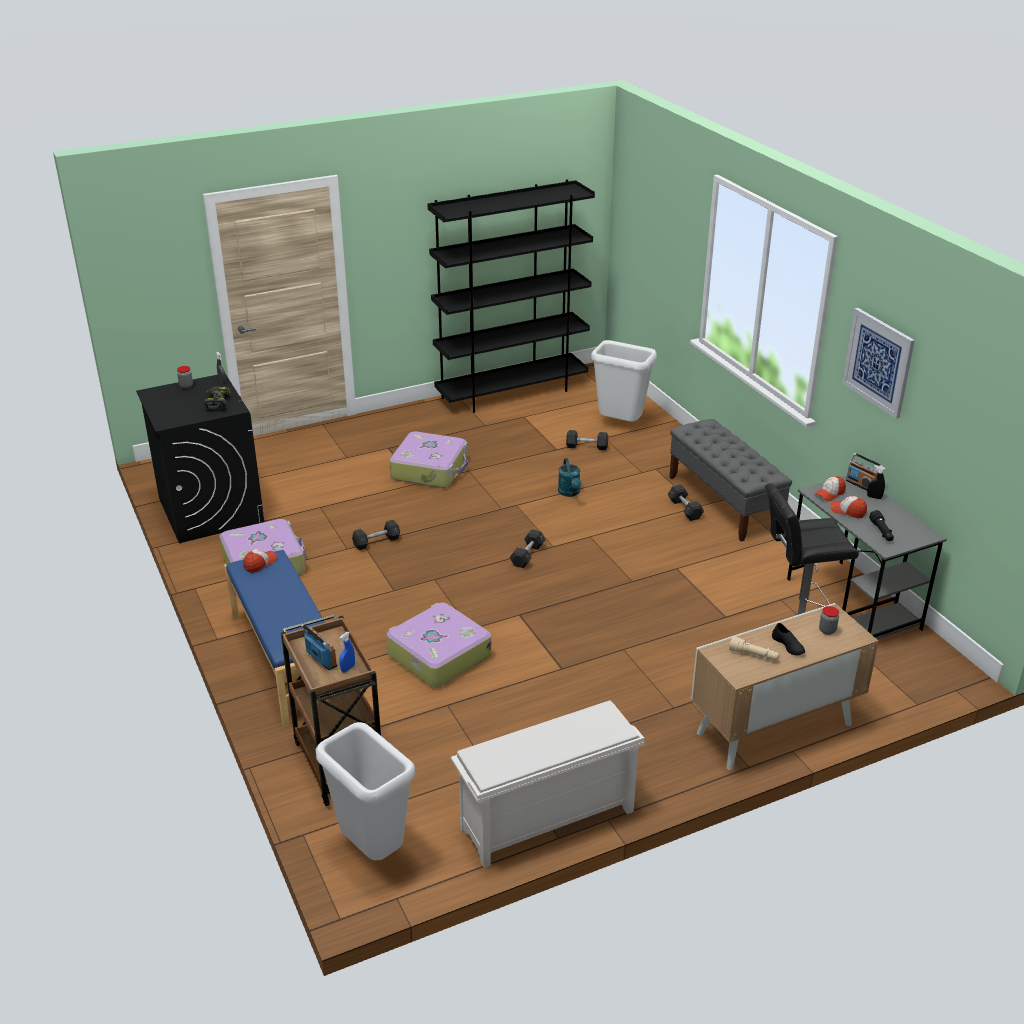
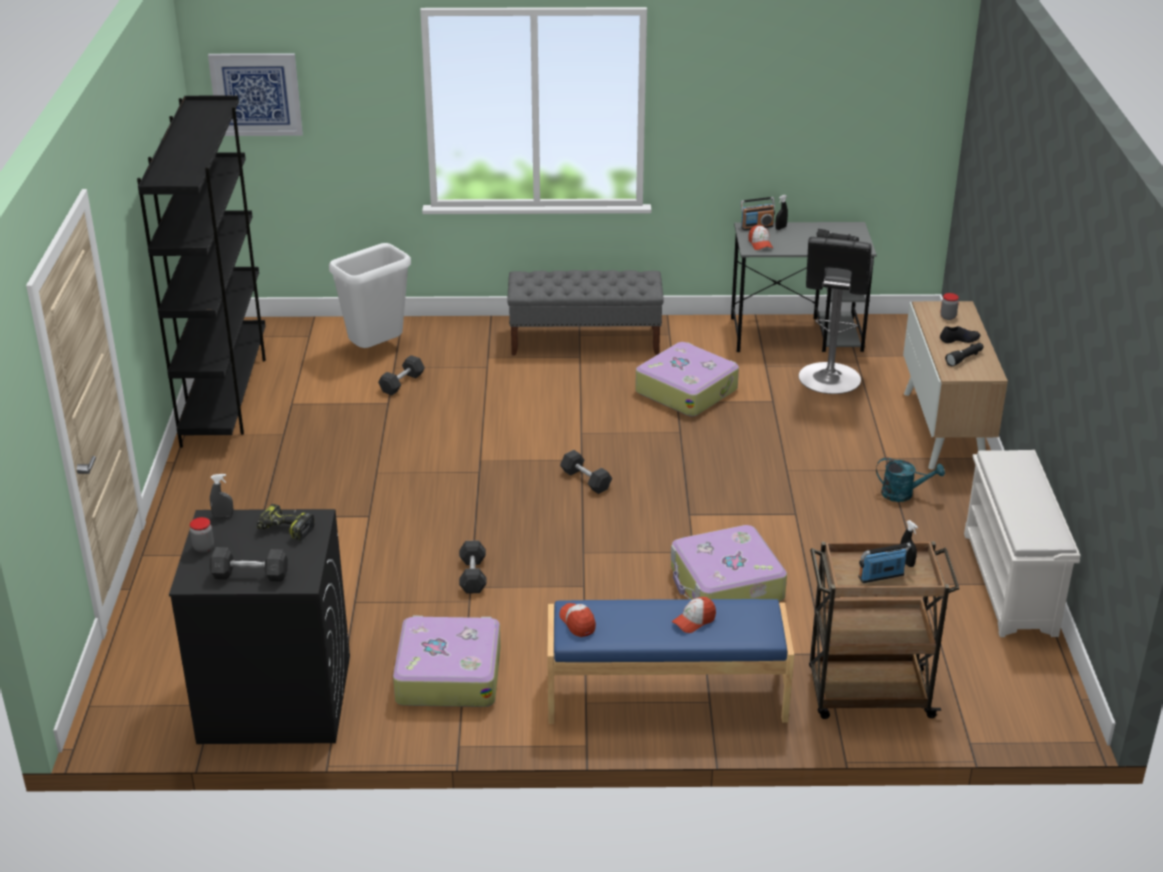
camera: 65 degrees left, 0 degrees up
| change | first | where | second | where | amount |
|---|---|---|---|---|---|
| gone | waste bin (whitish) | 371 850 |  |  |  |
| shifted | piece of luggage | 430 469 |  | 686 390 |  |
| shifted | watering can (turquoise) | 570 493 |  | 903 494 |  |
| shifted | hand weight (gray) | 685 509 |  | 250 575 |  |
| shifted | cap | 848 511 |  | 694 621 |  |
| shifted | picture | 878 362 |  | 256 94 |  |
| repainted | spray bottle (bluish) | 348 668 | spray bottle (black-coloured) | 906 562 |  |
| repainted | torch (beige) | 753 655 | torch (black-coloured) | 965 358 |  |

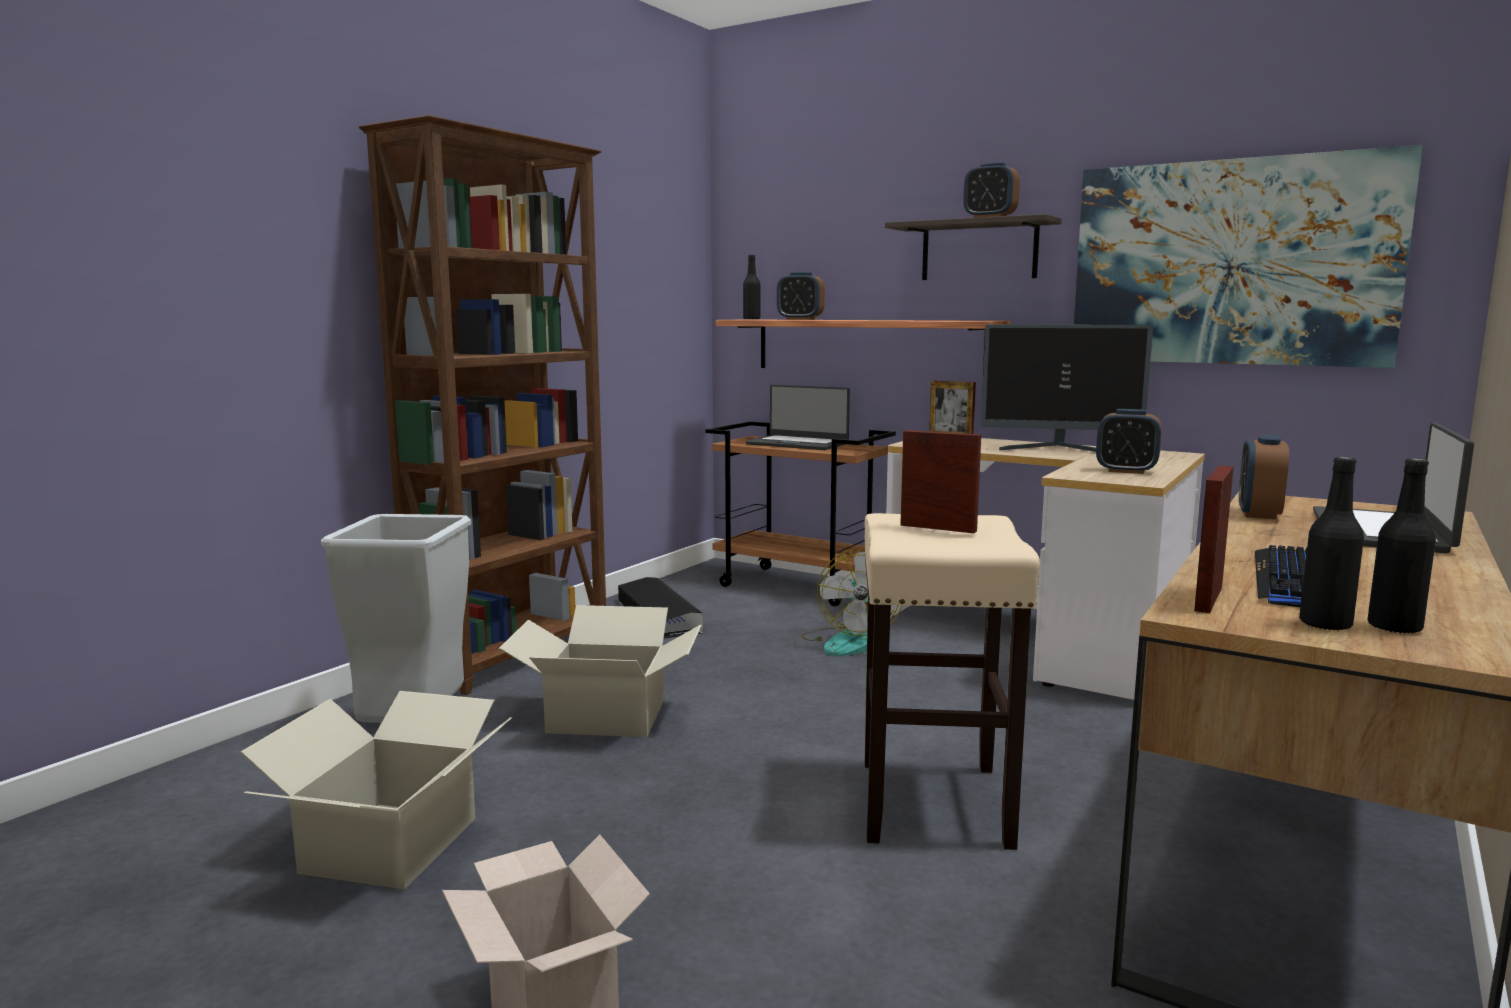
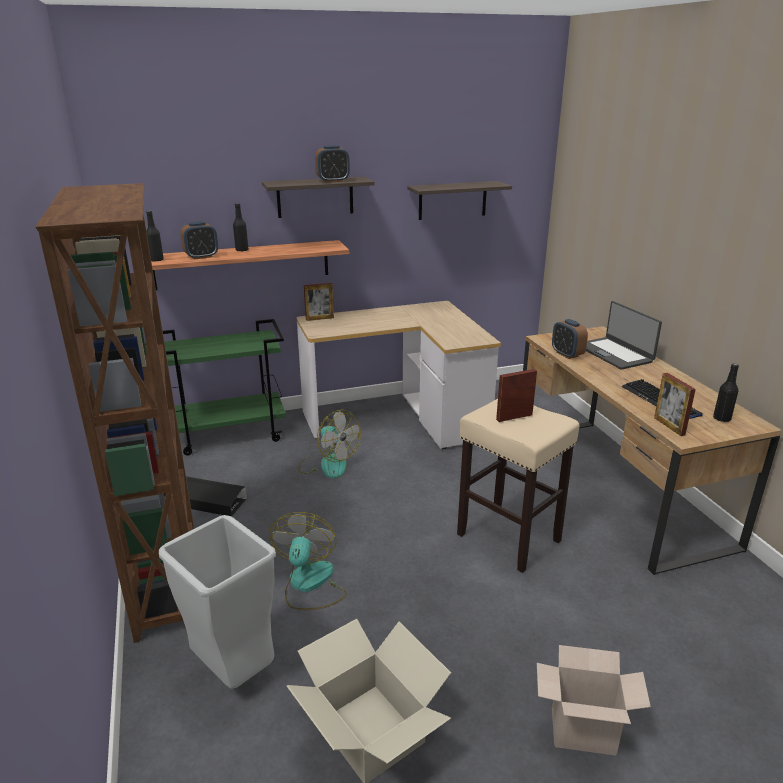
camera: 50 degrees left, 15 degrees up
| change | first | where | second | where | amount |
|---|---|---|---|---|---|
| gone | portable computer | 798 443 |  |  |  |
| gone | computer display | 1059 449 |  |  |  |
| gone | bedside clock | 1126 471 |  |  |  |
| shifted | beverage bottle (black-coloured) | 1325 625 |  | 242 250 |  |
| swapped | carton | 606 716 | fan | 309 585 |  |
| swapped | picture | 1230 263 | bracket shelf | 452 200 |  |
| repainted | trolley (brown) | 800 586 | trolley (green) | 231 434 |  |

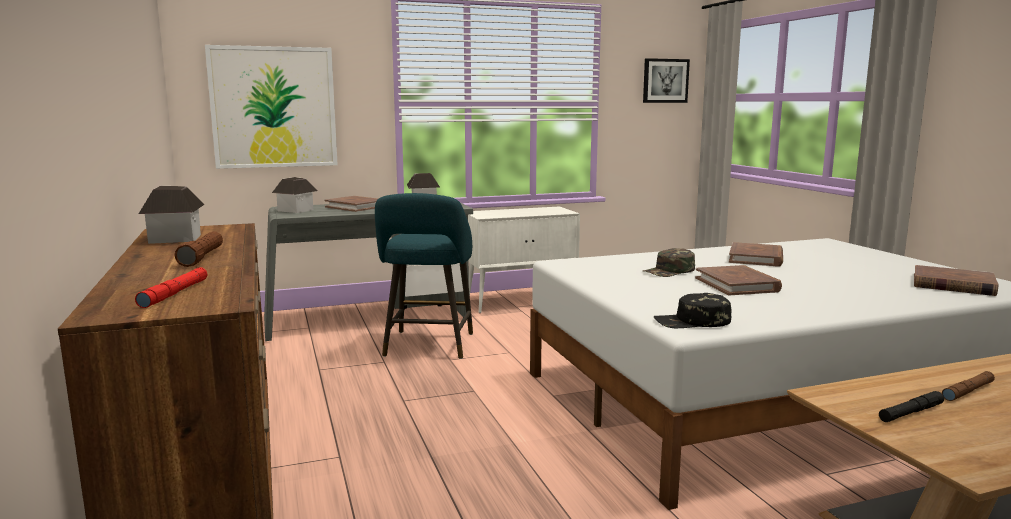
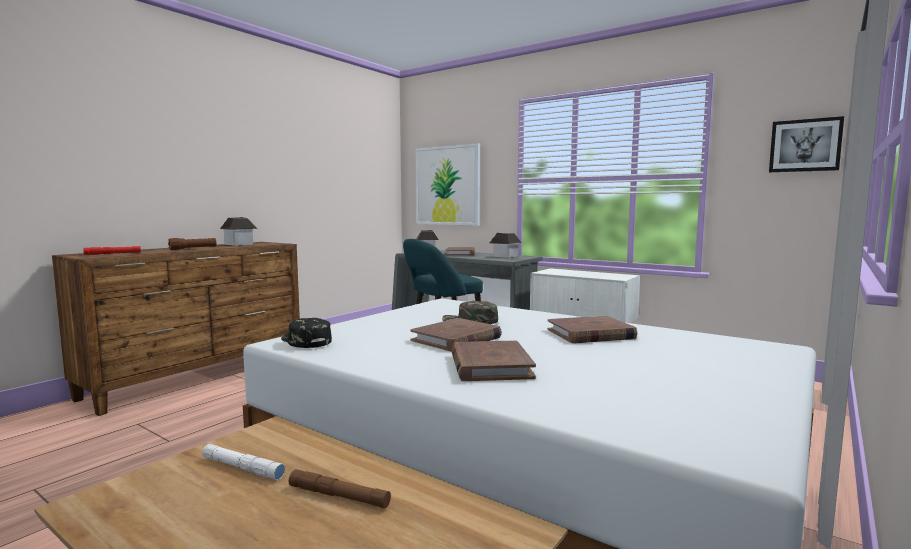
camera: 55 degrees right, 5 degrees down
| change | first | where | second | where | amount |
|---|---|---|---|---|---|
| shifted | bound book (brown) | 953 285 |  | 490 366 |  |
| repainted | torch (black-coloured) | 911 412 | torch (whitish) | 242 468 |  |

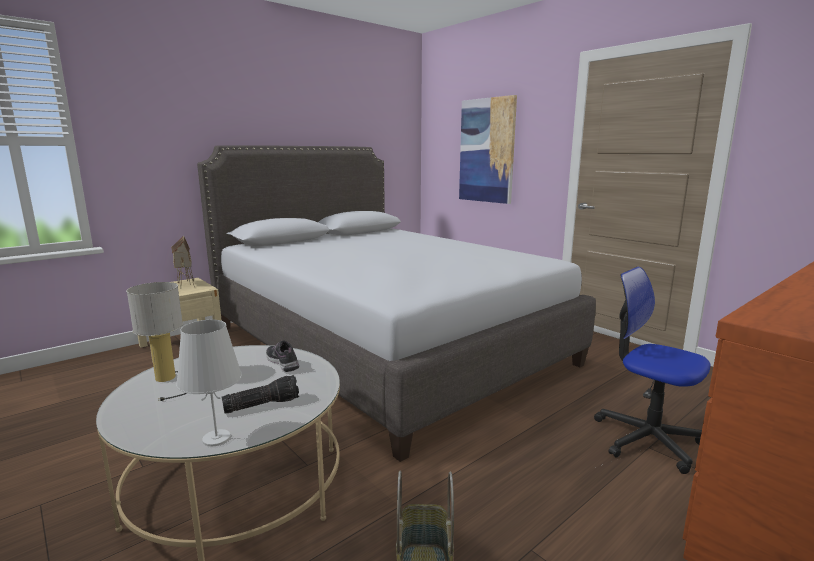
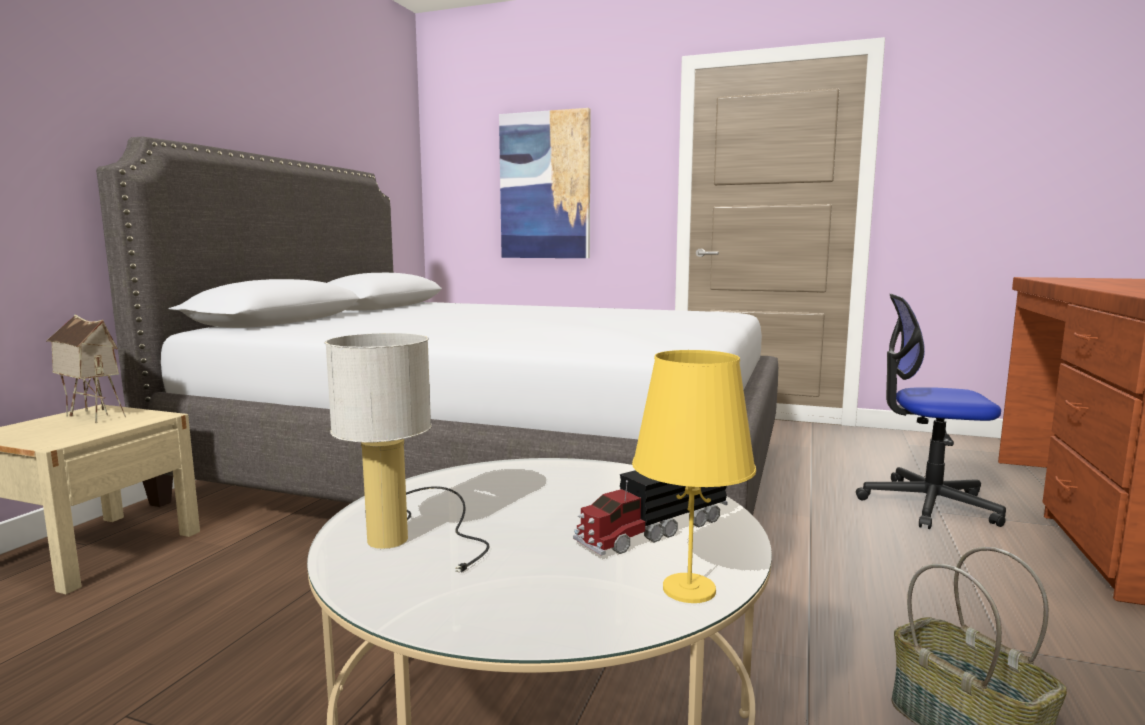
camera: 30 degrees left, 5 degrees down
| change | first | where | second | where | amount |
|---|---|---|---|---|---|
| gone | low shoe | 282 362 |  |  |  |
| swapped | torch | 262 404 | toy truck | 651 530 |  |
| repainted | table lamp (whitish) | 217 438 | table lamp (yellowish) | 689 589 |  |

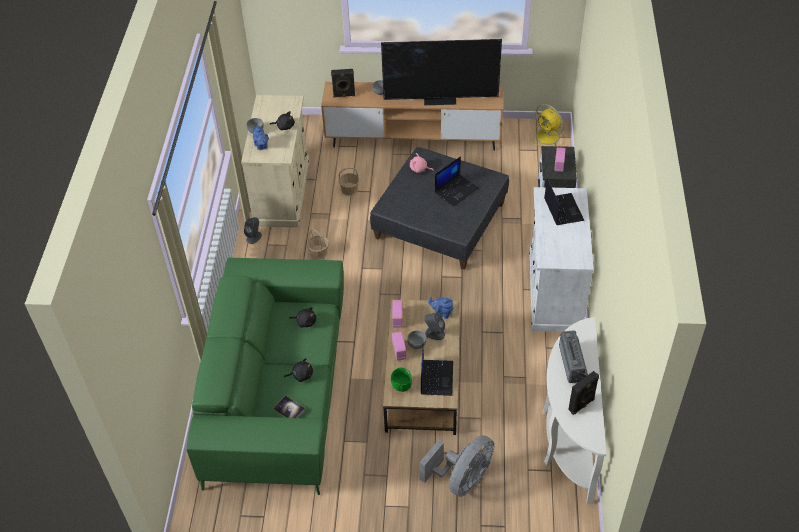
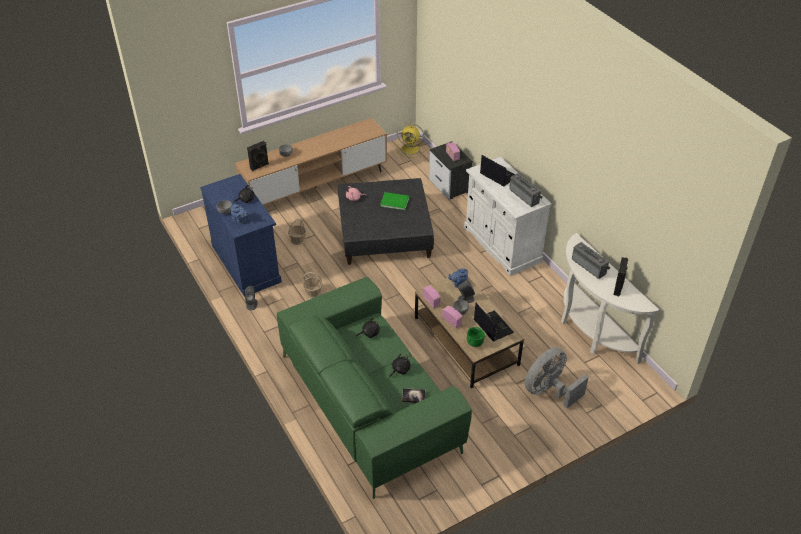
camera: 35 degrees left, 5 degrees down
| change | first | where | second | where | amount |
|---|---|---|---|---|---|
| gone | TV set | 440 99 |  |  |  |
| new |  |  | radio | 525 196 |  |
| swapped | portable computer | 456 190 | bound book (green) | 394 201 |  |
| repainted | cabinet (beige) | 282 193 | cabinet (bluish) | 246 263 |  |
| rotated | fan (gray) | 462 479 |  | 549 390 | 135 degrees counterclockwise |

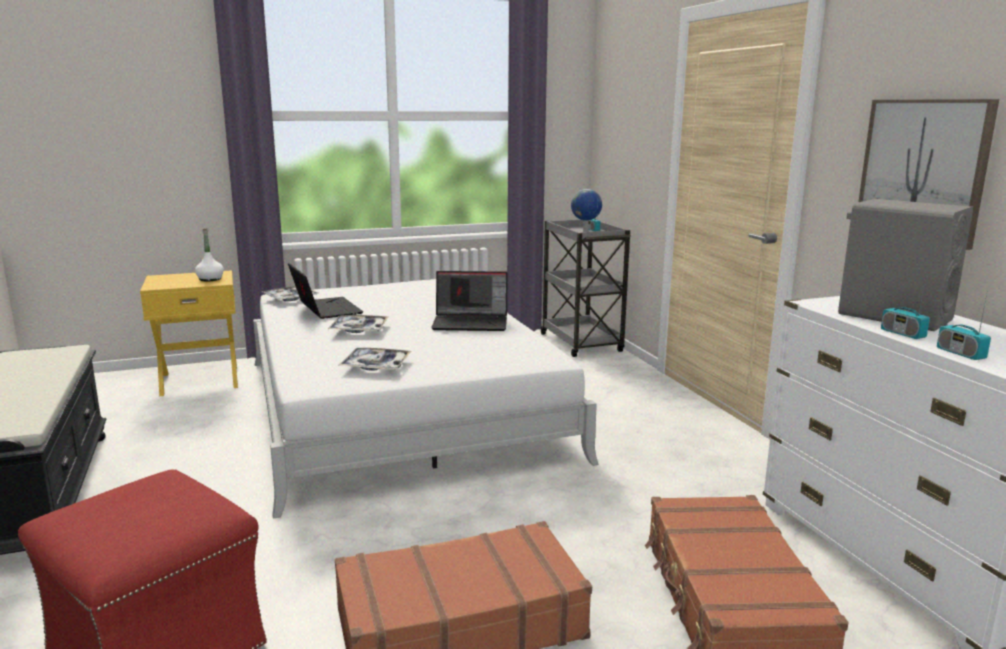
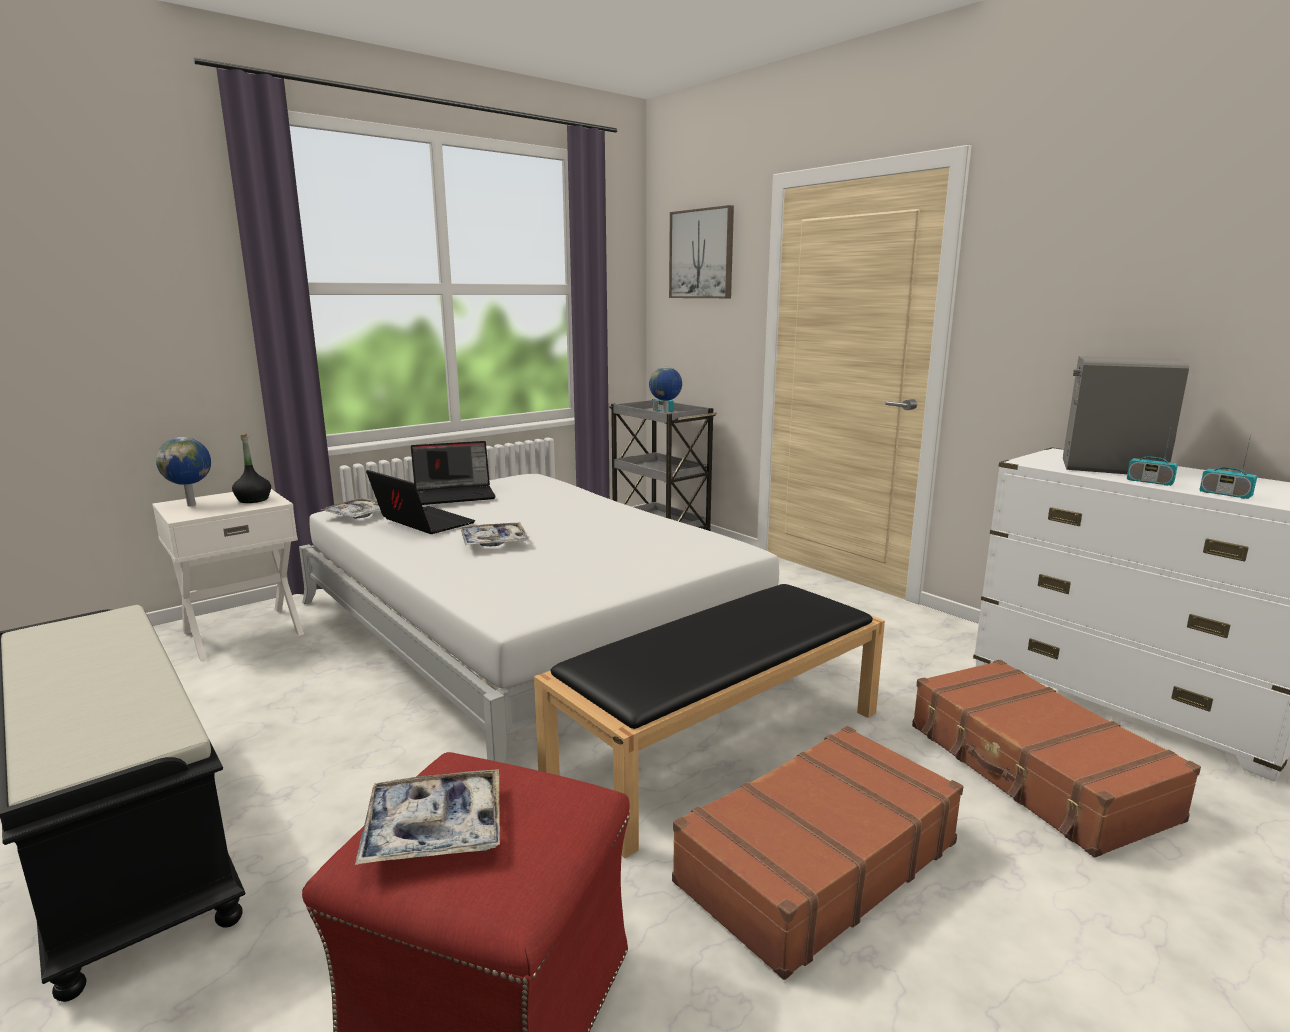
camera: 20 degrees left, 0 degrees up
| change | first | where | second | where | amount |
|---|---|---|---|---|---|
| new |  |  | world globe | 192 505 |  |
| new |  |  | indoor bench (black-coloured) | 720 744 |  |
| shifted | serving tray | 376 366 |  | 434 829 |  |
| shifted | portable computer | 471 322 |  | 455 495 |  |
| shifted | picture | 923 170 |  | 702 254 |  |
| repainted | bedside table (yellowish) | 200 380 | bedside table (whitish) | 242 632 |  |
| repainted | beverage bottle (whitish) | 210 279 | beverage bottle (black-coloured) | 253 500 |  |

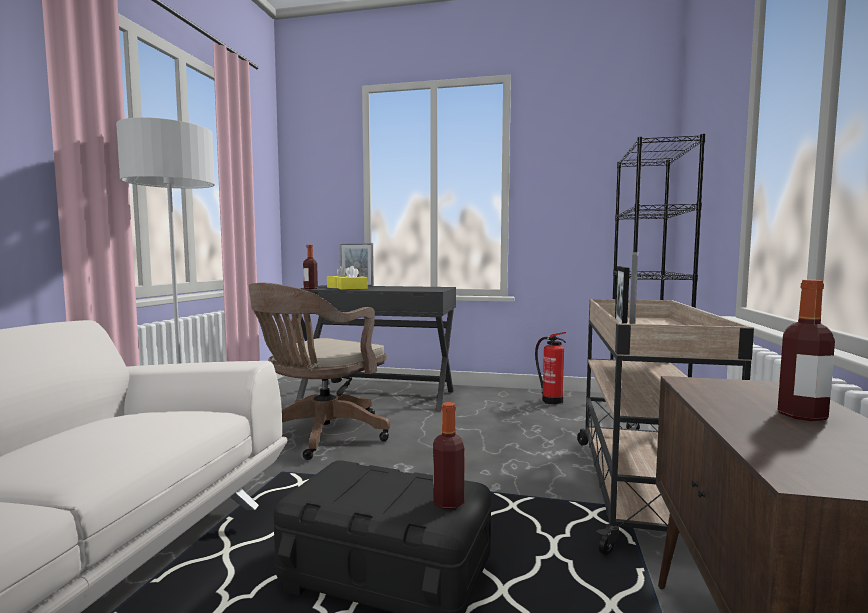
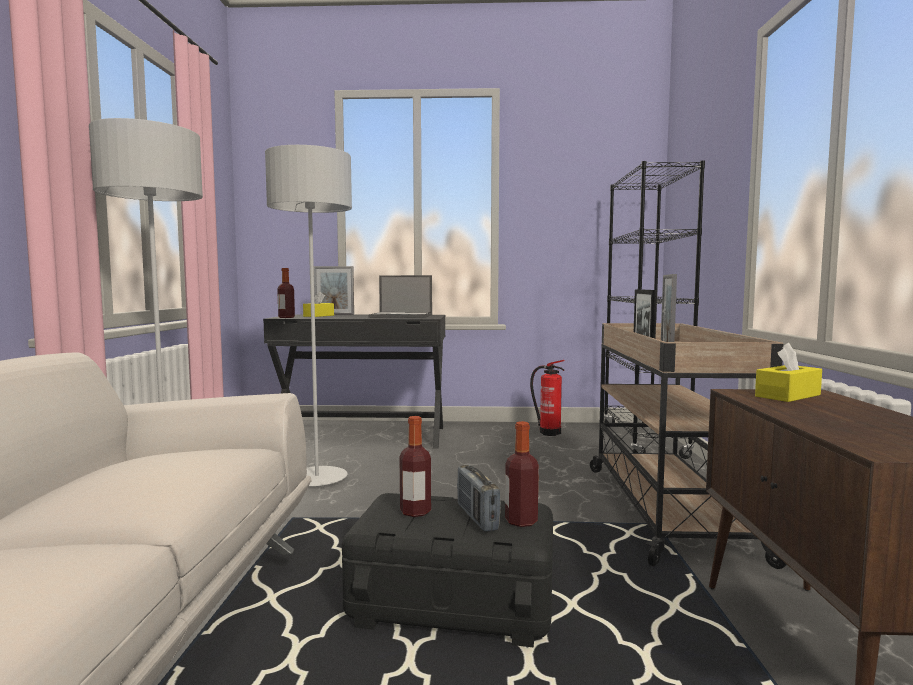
camera: 10 degrees left, 0 degrees up
| change | first | where | second | where | amount |
|---|---|---|---|---|---|
| new |  |  | portable computer | 402 316 |  |
| new |  |  | radio | 477 517 |  |
| shifted | tissue holder (yellowish) | 352 288 |  | 787 395 |  |
| shifted | beverage bottle | 801 415 |  | 415 512 |  |
| swapped | desk chair (brown) | 320 435 | standing lamp (gray) | 317 479 |  |

